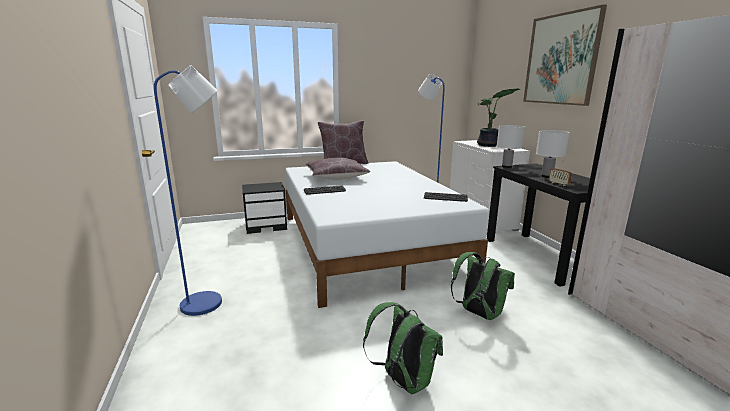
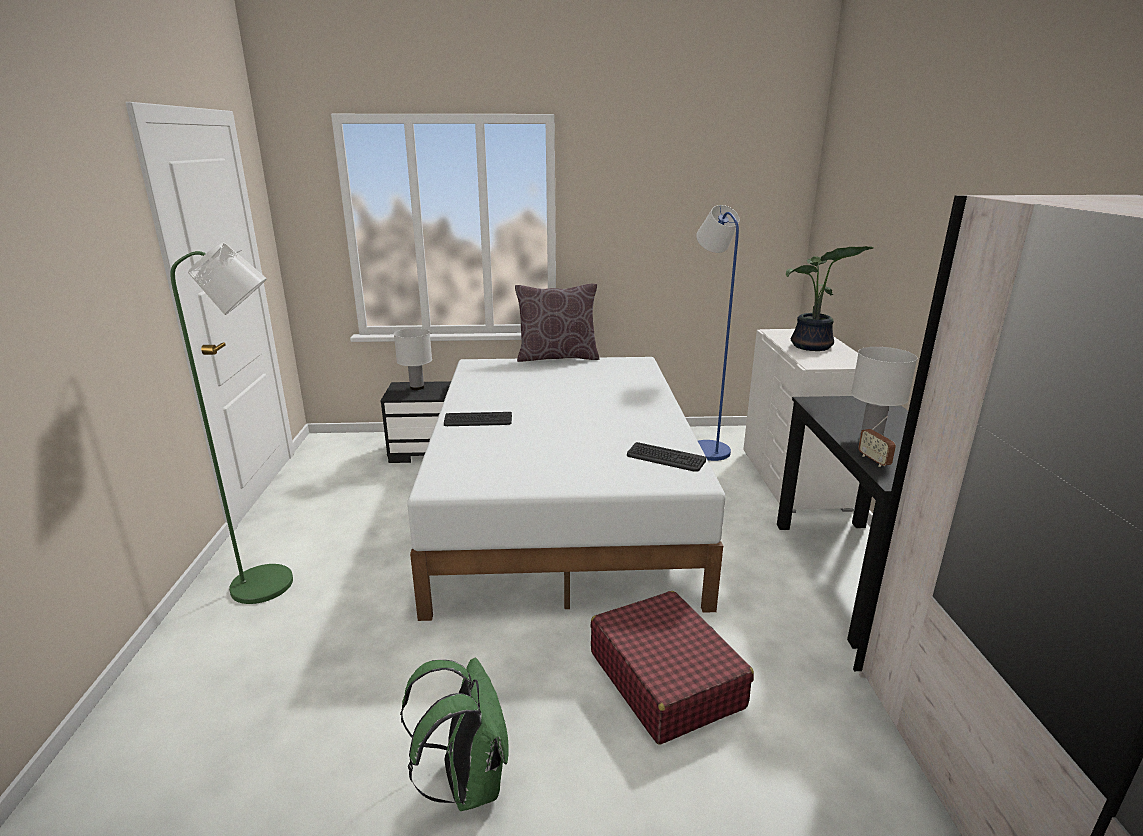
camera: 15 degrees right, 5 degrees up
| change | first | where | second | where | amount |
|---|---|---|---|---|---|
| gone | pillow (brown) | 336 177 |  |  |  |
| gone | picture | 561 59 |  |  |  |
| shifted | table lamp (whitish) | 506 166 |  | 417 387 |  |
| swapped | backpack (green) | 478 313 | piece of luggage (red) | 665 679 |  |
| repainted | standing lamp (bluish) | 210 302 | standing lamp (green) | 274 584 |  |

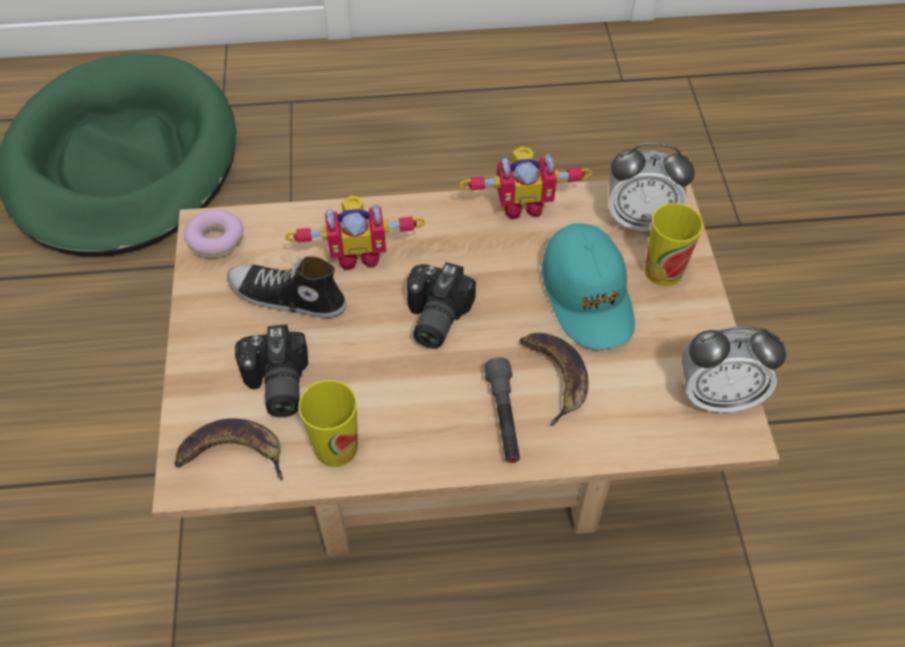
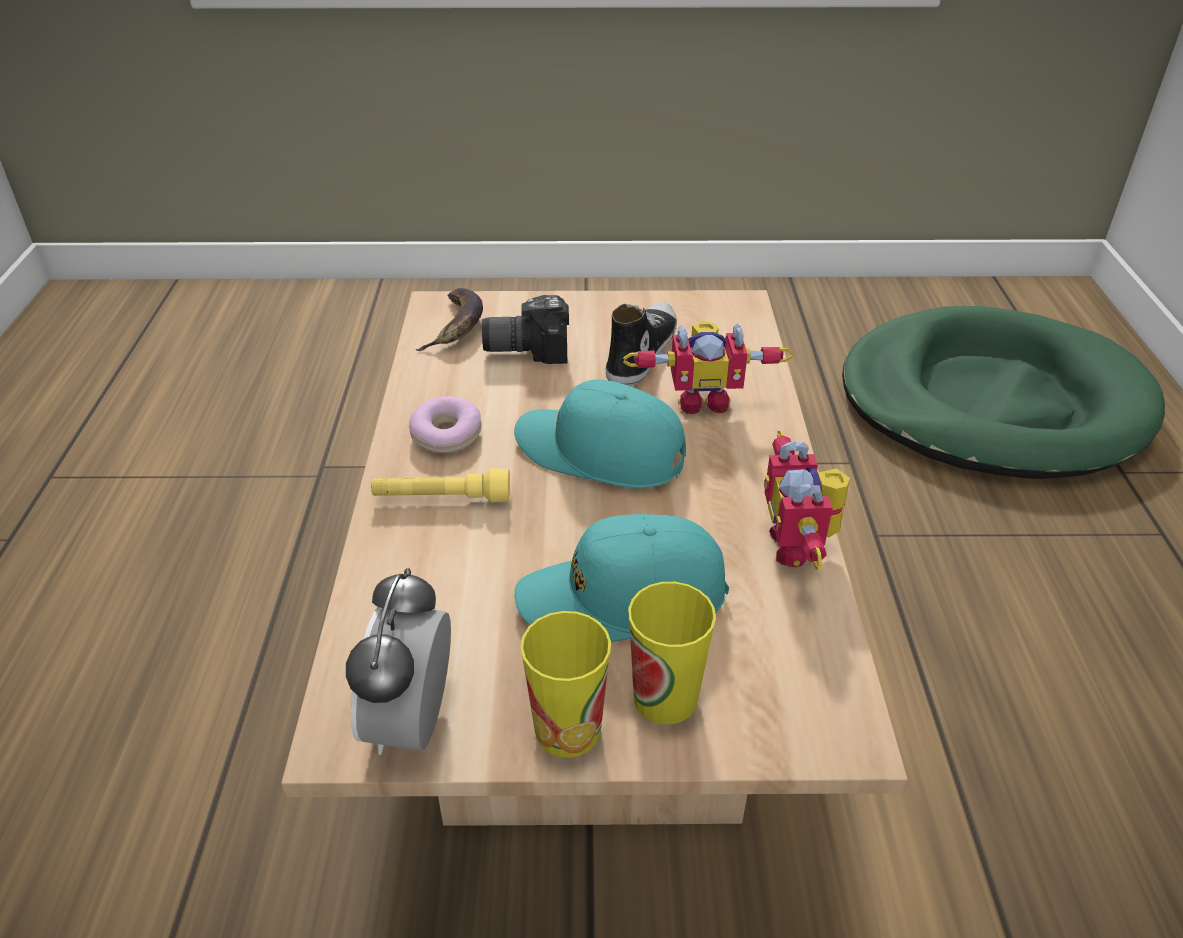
camera: 95 degrees right, 15 degrees down
| change | first | where | second | where | amount |
|---|---|---|---|---|---|
| gone | banana fruit | 555 377 |  |  |  |
| gone | bedside clock | 640 220 |  |  |  |
| shifted | ring doughnut | 216 240 |  | 446 435 |  |
| shifted | drinking cup | 336 447 |  | 567 729 |  |
| swapped | photo camera | 432 318 | cap (turquoise) | 600 451 |  |
| repainted | torch (gray) | 504 417 | torch (yellowish) | 442 499 |  |
| rotated | robot figure | 358 254 |  | 702 400 | 90 degrees counterclockwise |

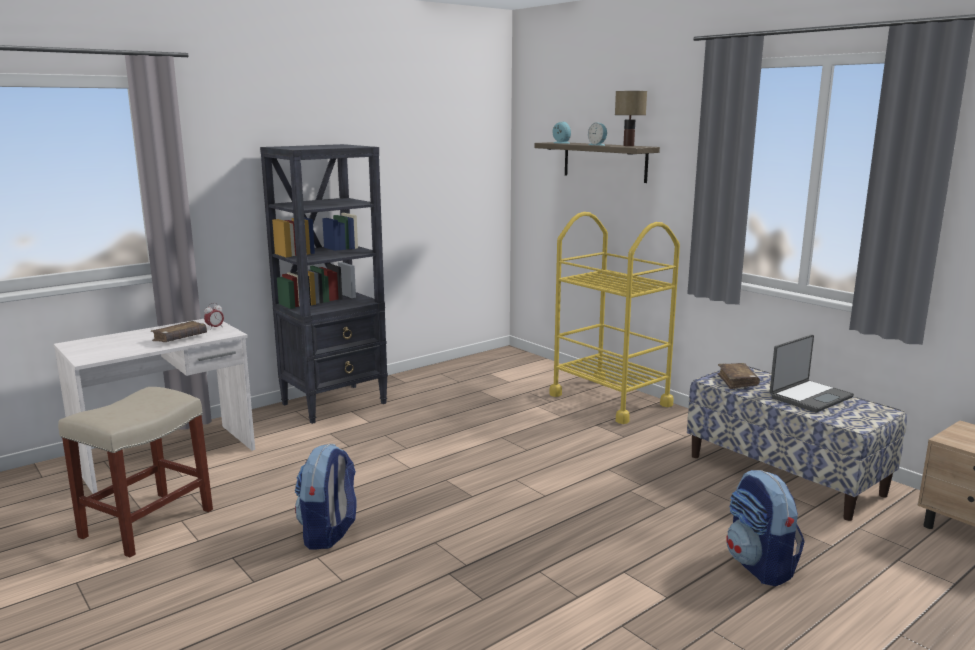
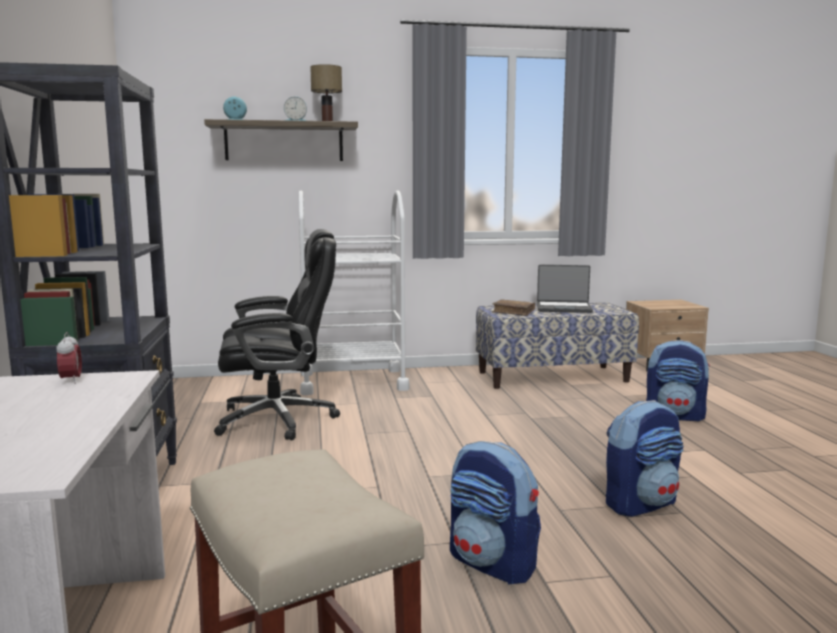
camera: 60 degrees left, 5 degrees down
| change | first | where | second | where | amount |
|---|---|---|---|---|---|
| gone | bound book (brown) | 180 338 |  |  |  |
| new |  |  | desk chair (black-coloured) | 279 419 |  |
| new |  |  | backpack | 640 504 |  |
| repainted | trolley (yellowish) | 610 400 | trolley (whitish) | 353 381 |  |
| rotated | portable computer | 809 397 |  | 563 308 | 105 degrees clockwise |

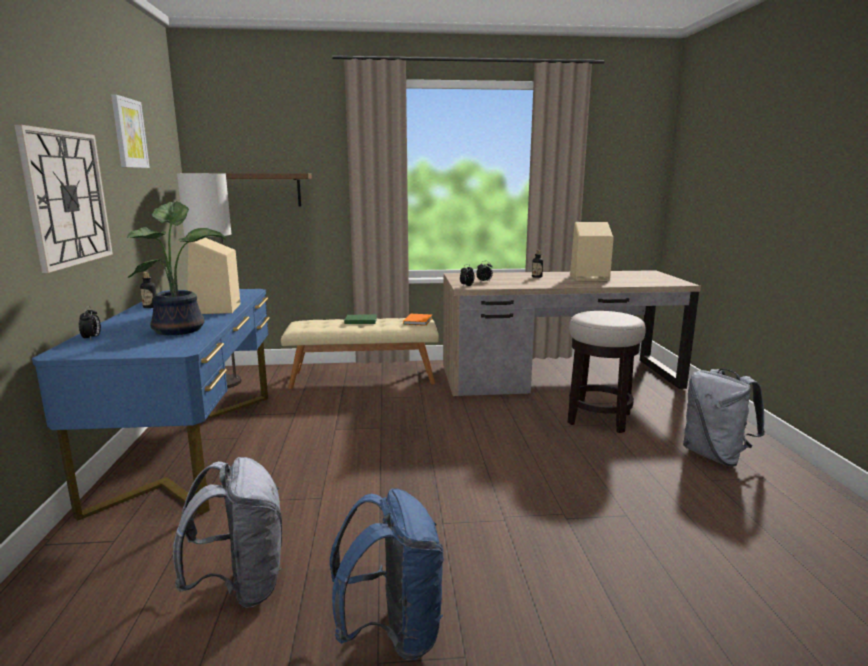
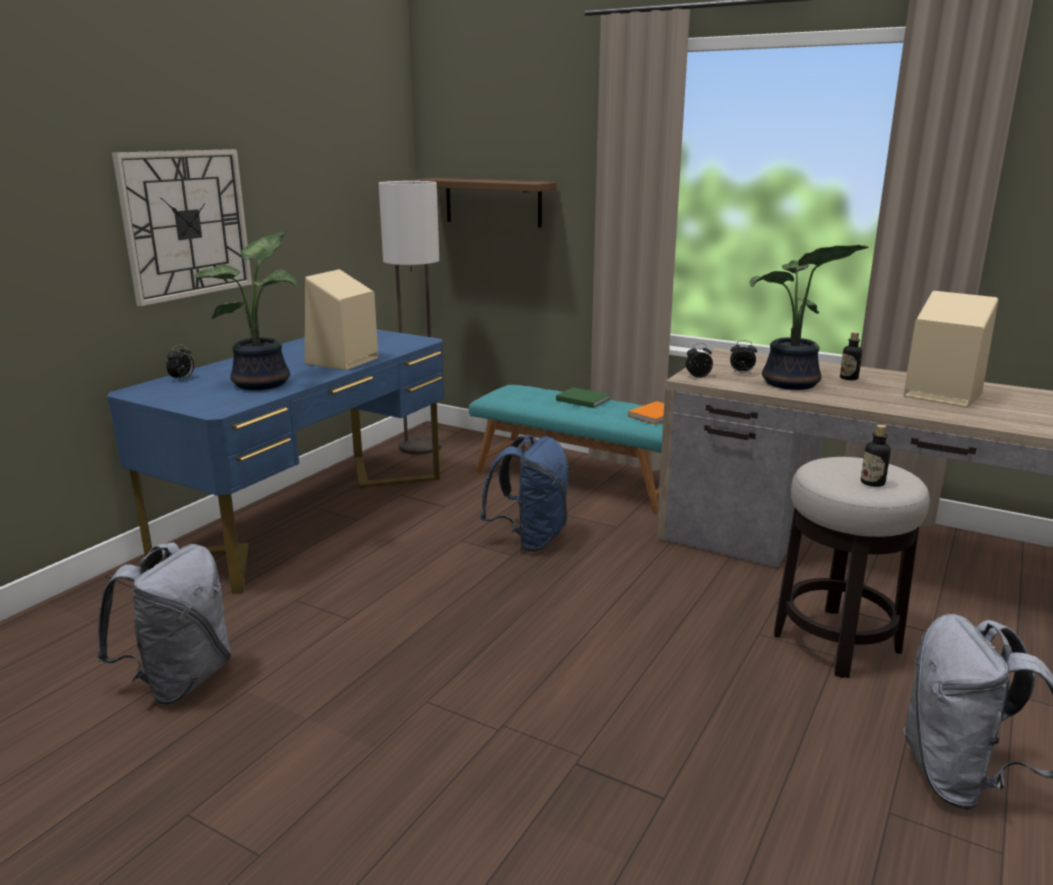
camera: 35 degrees right, 5 degrees up
| change | first | where | second | where | amount |
|---|---|---|---|---|---|
| gone | picture | 129 133 |  |  |  |
| new |  |  | plant in a pot | 790 384 |  |
| shifted | beverage bottle | 150 307 |  | 872 483 |  |
| shifted | backpack (bluish) | 393 632 |  | 530 539 |  |
| repainted | indoor bench (beige) | 363 377 | indoor bench (turquoise) | 577 479 |  |

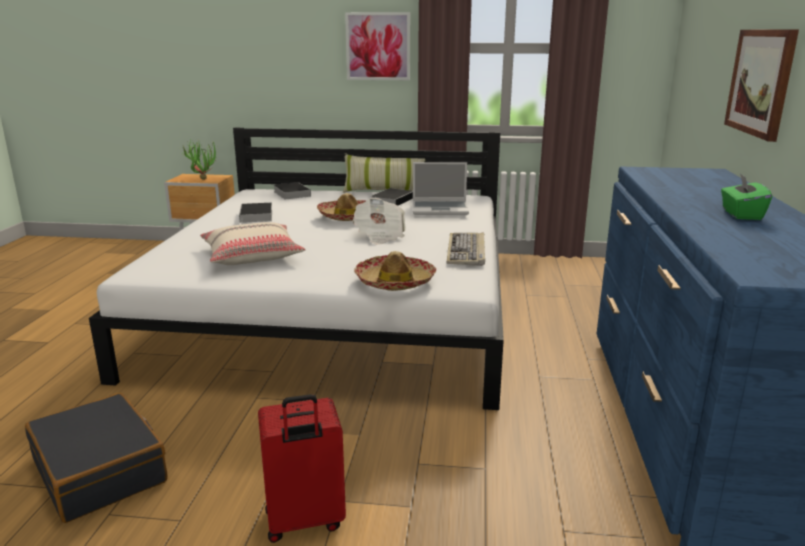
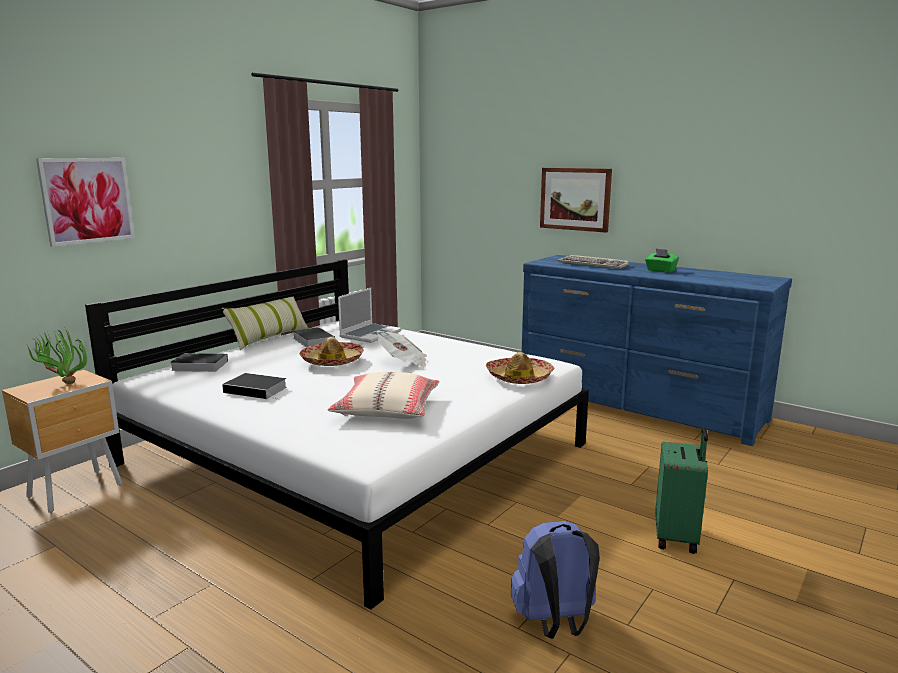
camera: 60 degrees left, 5 degrees down
| change | first | where | second | where | amount |
|---|---|---|---|---|---|
| shifted | picture | 378 46 |  | 87 200 |  |
| shifted | keyboard | 467 251 |  | 593 265 |  |
| swapped | piece of luggage (black-coloured) | 100 470 | backpack (bluish) | 555 623 |  |
| repainted | piece of luggage (red) | 304 522 | piece of luggage (green) | 677 537 |  |

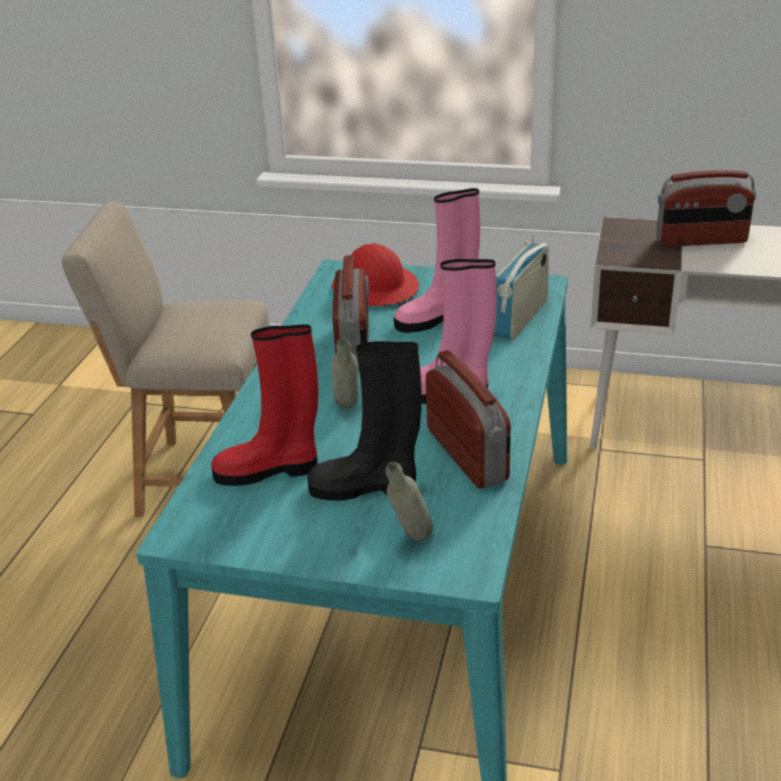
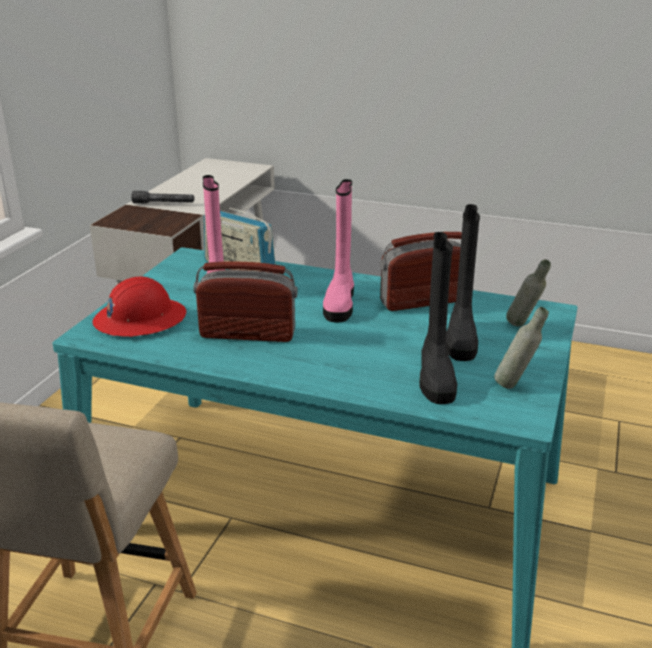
camera: 85 degrees left, 5 degrees down
| change | first | where | second | where | amount |
|---|---|---|---|---|---|
| shifted | beverage bottle (gray) | 347 410 |  | 515 385 |  |
| swapped | radio | 701 241 | torch (gray) | 164 203 |  |
| repainted | tall boot (red) | 269 470 | tall boot (black-coloured) | 435 377 |  |

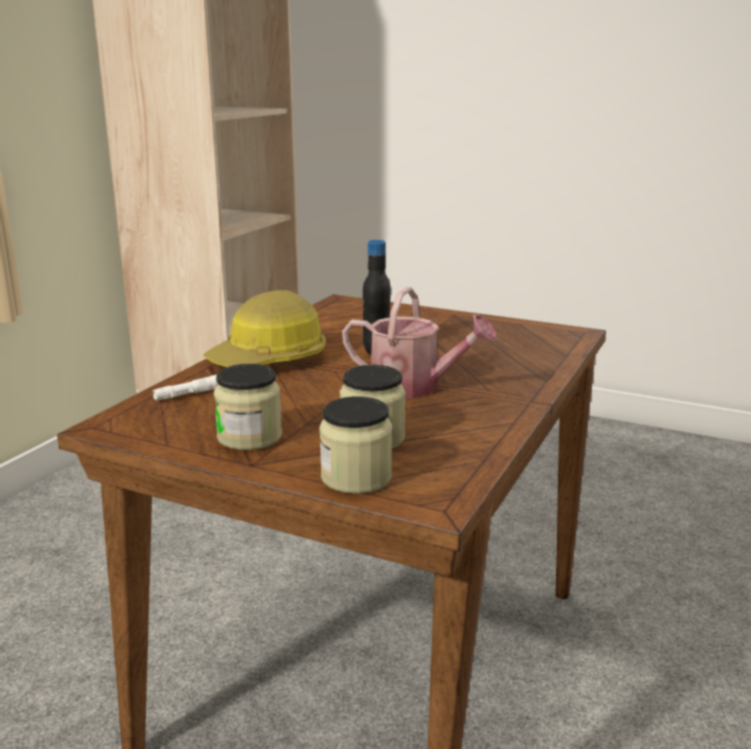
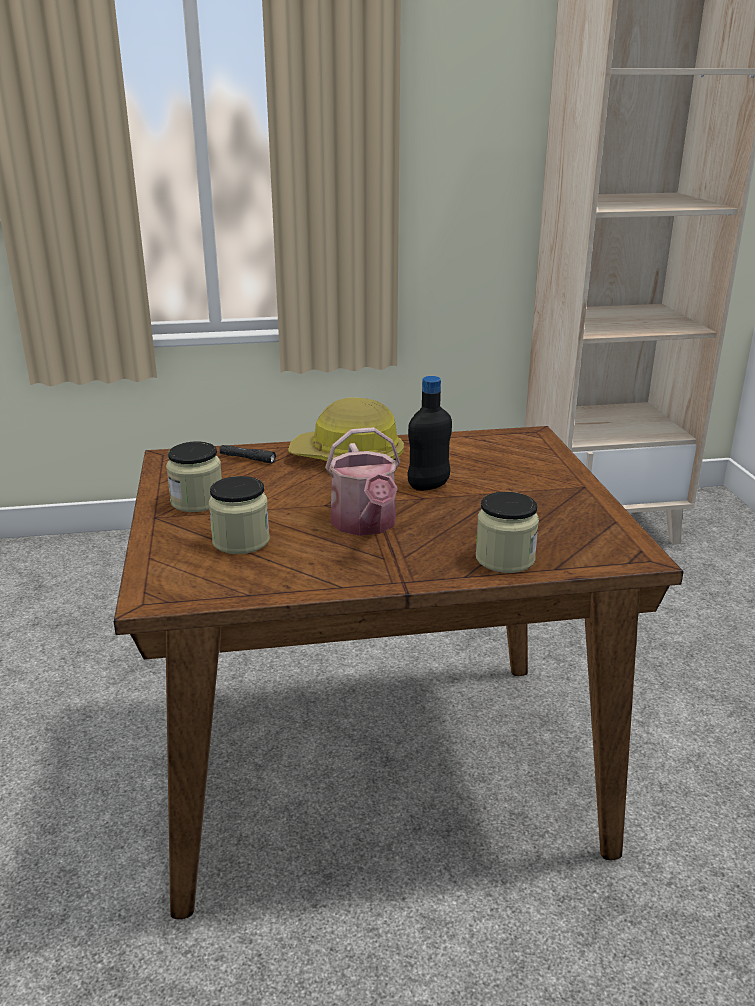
camera: 55 degrees right, 5 degrees up
| change | first | where | second | where | amount |
|---|---|---|---|---|---|
| shifted | preserve jar | 356 477 |  | 505 559 |  |
| repainted | torch (whitish) | 189 394 | torch (black-coloured) | 247 459 |  |

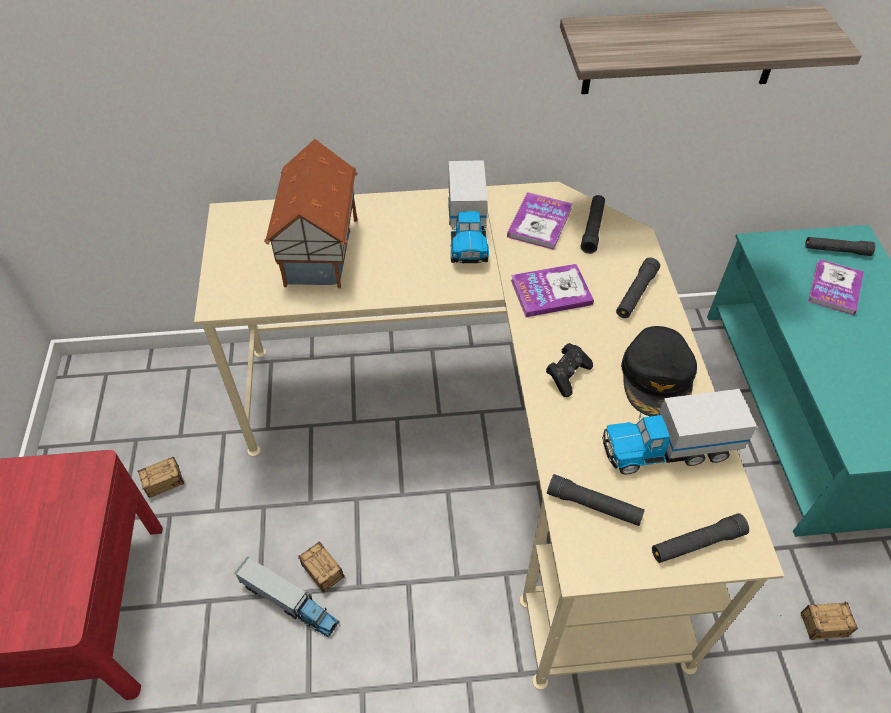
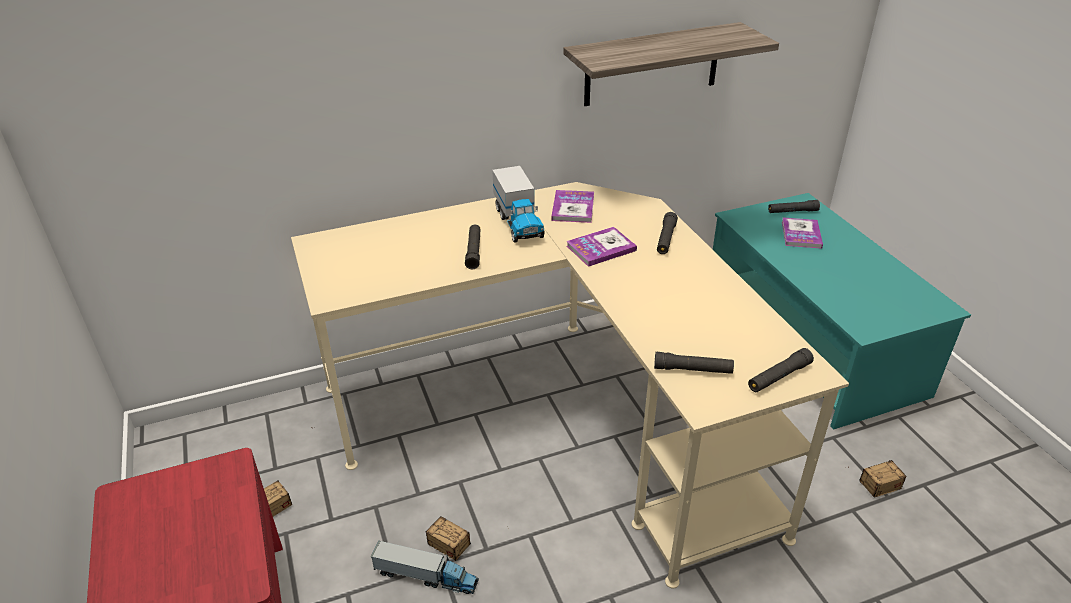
camera: 15 degrees left, 15 degrees down
| change | first | where | second | where | amount |
|---|---|---|---|---|---|
| gone | model house | 323 252 |  |  |  |
| gone | gamepad (black-coloured) | 567 375 |  |  |  |
| gone | toy truck | 667 449 |  |  |  |
| gone | cap (black-coloured) | 657 377 |  |  |  |
| shifted | torch (black-coloured) | 592 229 |  | 474 251 |  |

